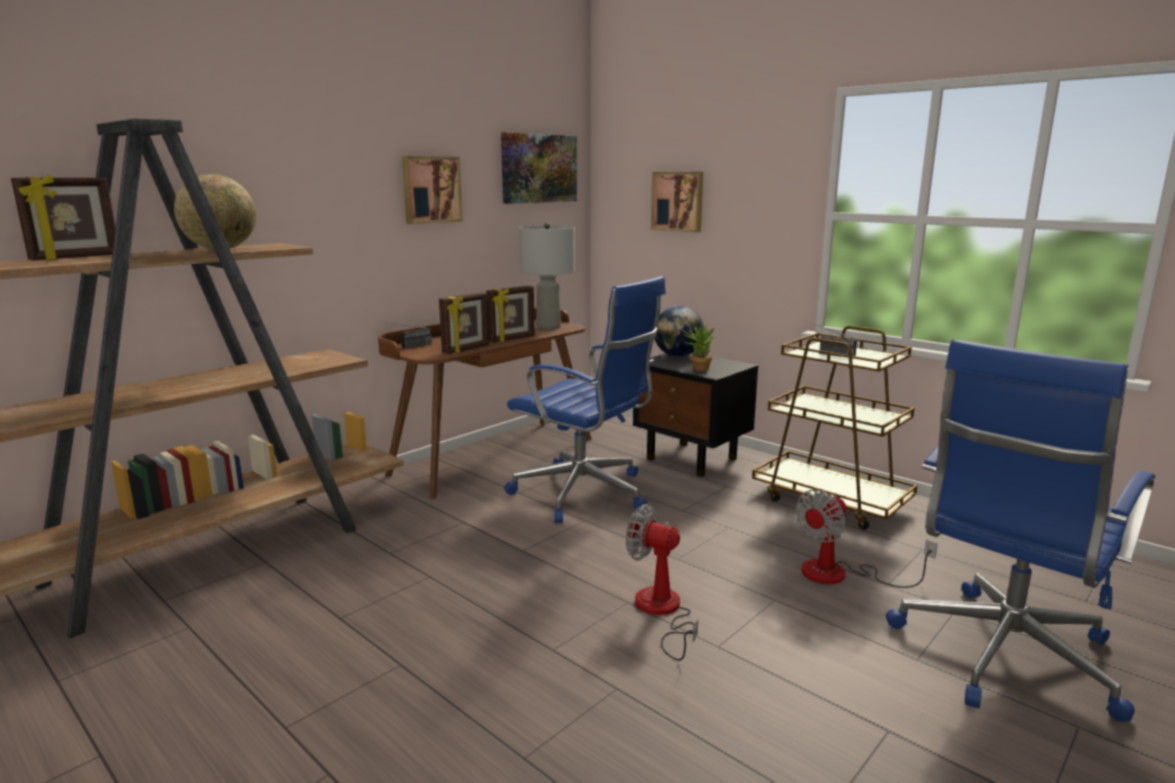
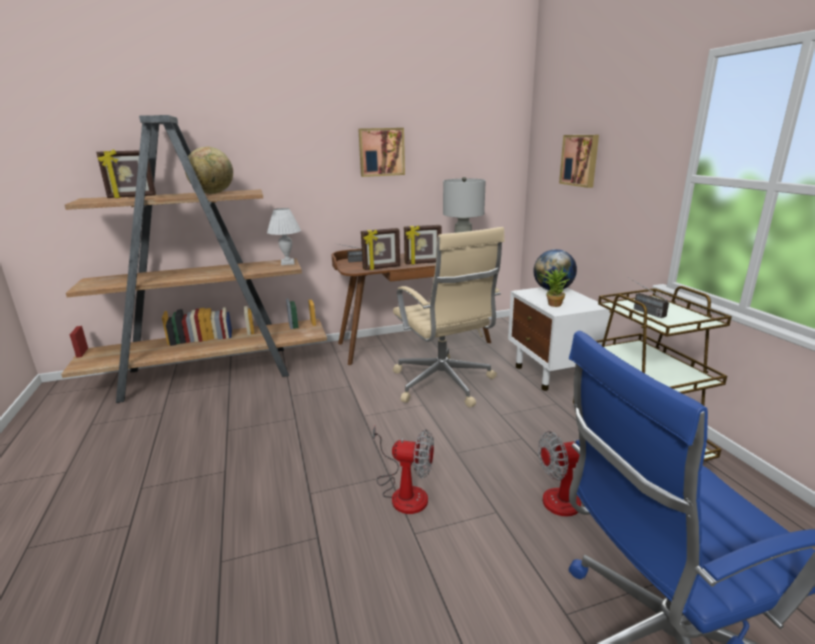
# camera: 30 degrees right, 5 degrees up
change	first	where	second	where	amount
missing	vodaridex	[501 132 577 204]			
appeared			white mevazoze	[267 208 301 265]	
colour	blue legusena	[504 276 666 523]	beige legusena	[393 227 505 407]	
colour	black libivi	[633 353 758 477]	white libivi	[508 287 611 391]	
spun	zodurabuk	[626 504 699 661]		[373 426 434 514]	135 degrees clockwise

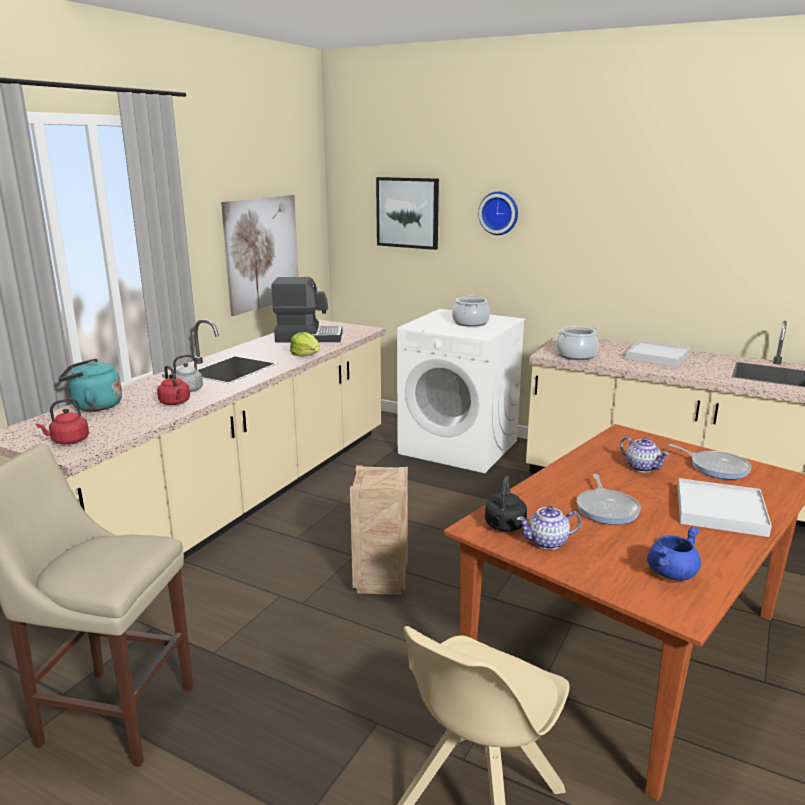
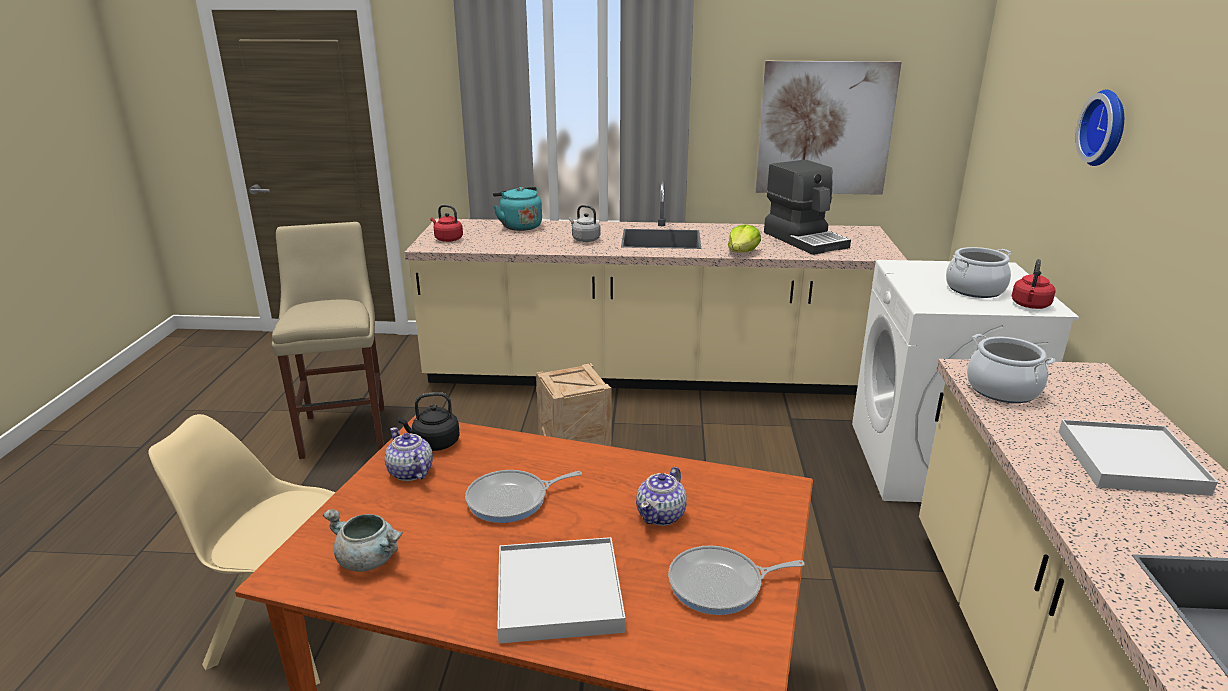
# camera: 65 degrees right, 5 degrees up
change	first	where	second	where	amount
missing	vodaridex	[376 177 439 250]			
relocated	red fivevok	[157 365 190 405]		[1012 259 1055 309]	
colour	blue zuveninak	[647 526 701 581]	grey zuveninak	[323 509 403 572]	
spun	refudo	[668 444 752 479]		[668 545 805 615]	60 degrees clockwise

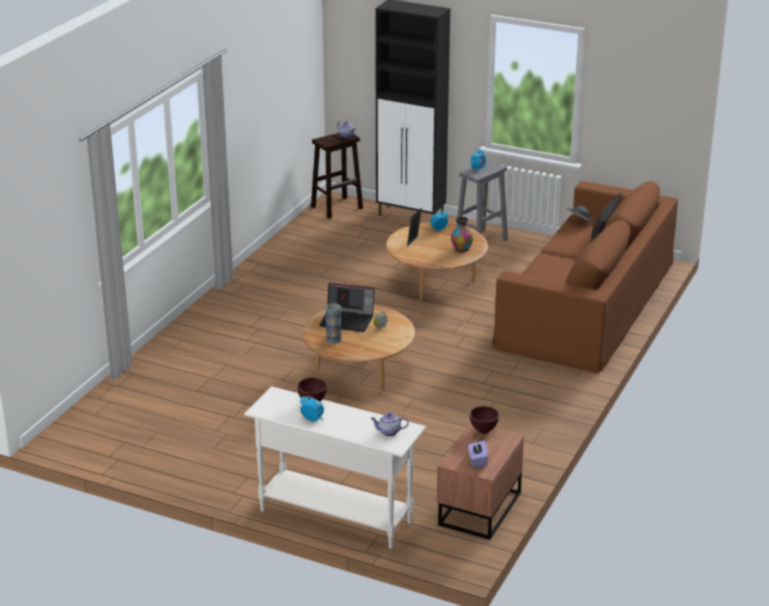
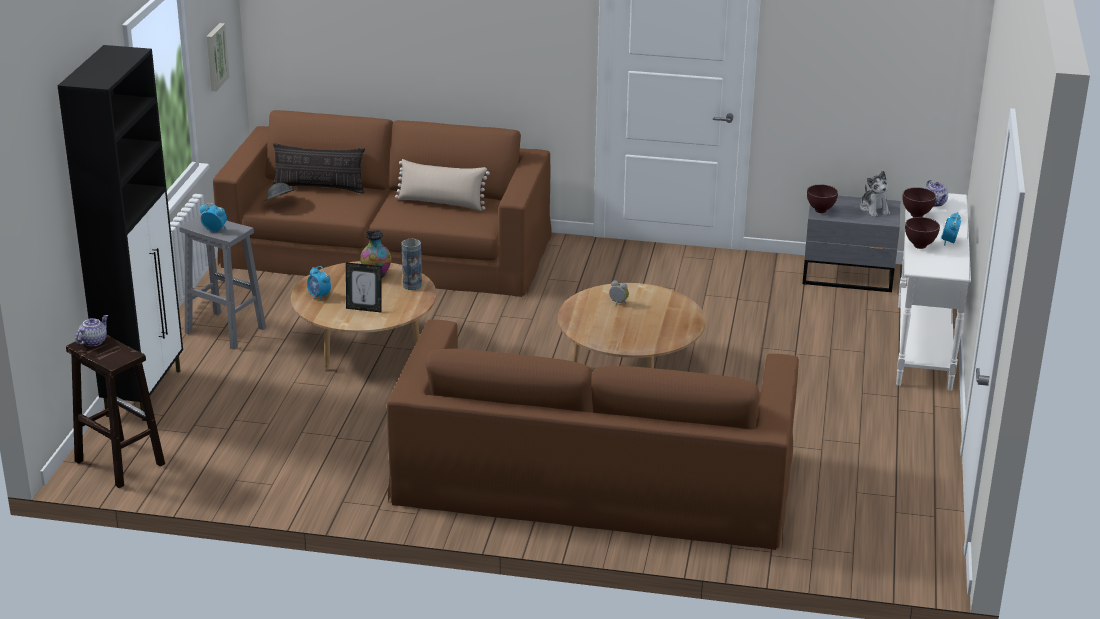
# camera: 105 degrees left, 0 degrees up
change	first	where	second	where	amount
missing	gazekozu	[319 282 375 332]			
appeared			vodaridex	[206 23 229 91]	
appeared			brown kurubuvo	[387 320 799 550]	
appeared			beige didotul	[395 159 490 211]	
appeared			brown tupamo	[903 187 936 217]	
relocated	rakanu	[326 303 341 344]		[402 239 422 290]	
exchanged	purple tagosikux	[468 440 488 467]	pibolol	[860 171 890 217]	
colour	brown libivi	[437 422 524 540]	grey libivi	[802 196 900 292]	

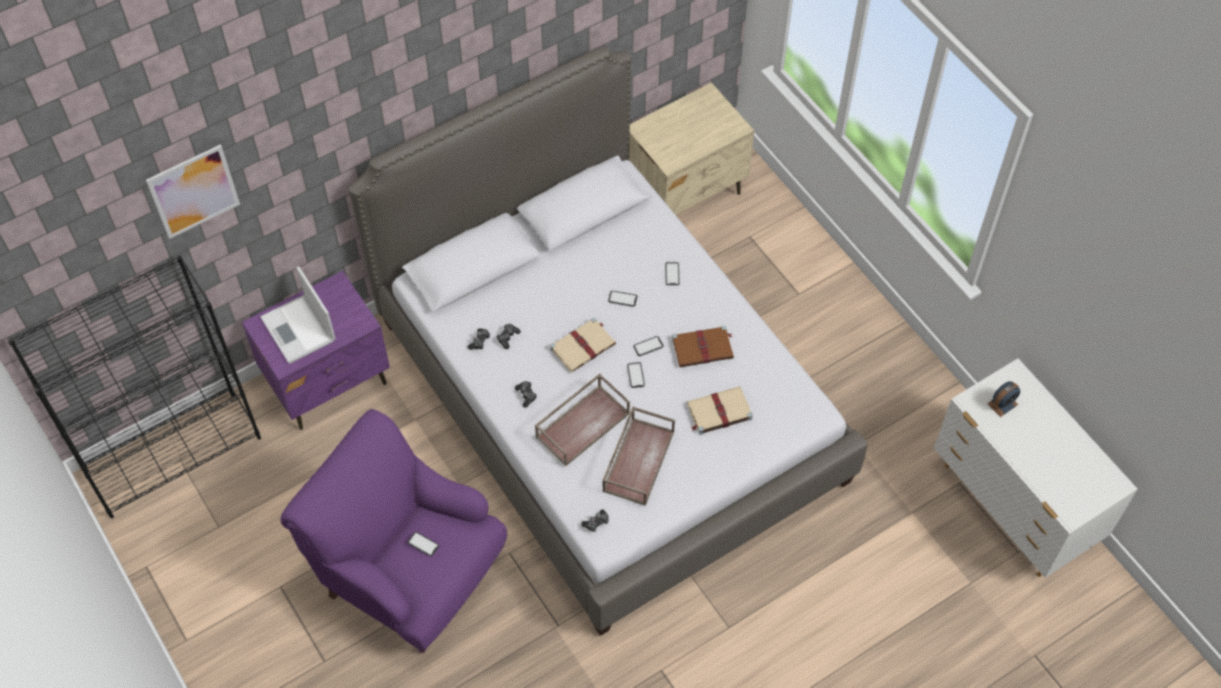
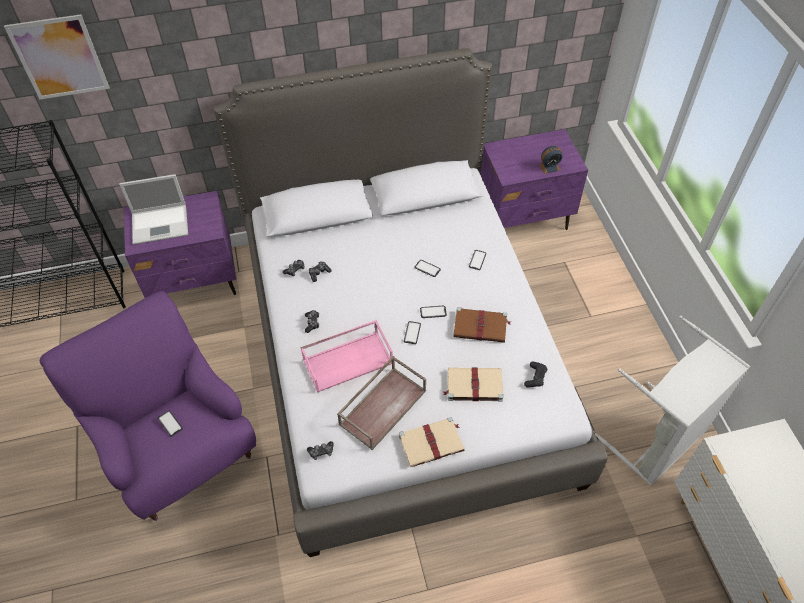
# camera: 20 degrees right, 5 degrees down
change	first	where	second	where	amount
appeared			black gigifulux	[524 362 547 388]	
appeared			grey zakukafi	[594 315 751 486]	
relocated	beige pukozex	[550 317 616 373]		[399 417 464 467]	
relocated	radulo	[987 381 1020 417]		[538 146 563 174]	
colour	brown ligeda	[535 374 630 466]	pink ligeda	[300 320 393 393]	
colour	beige libivi	[629 82 754 215]	purple libivi	[481 129 588 230]	
spun	gazekozu	[260 267 336 364]		[119 174 188 245]	90 degrees counterclockwise

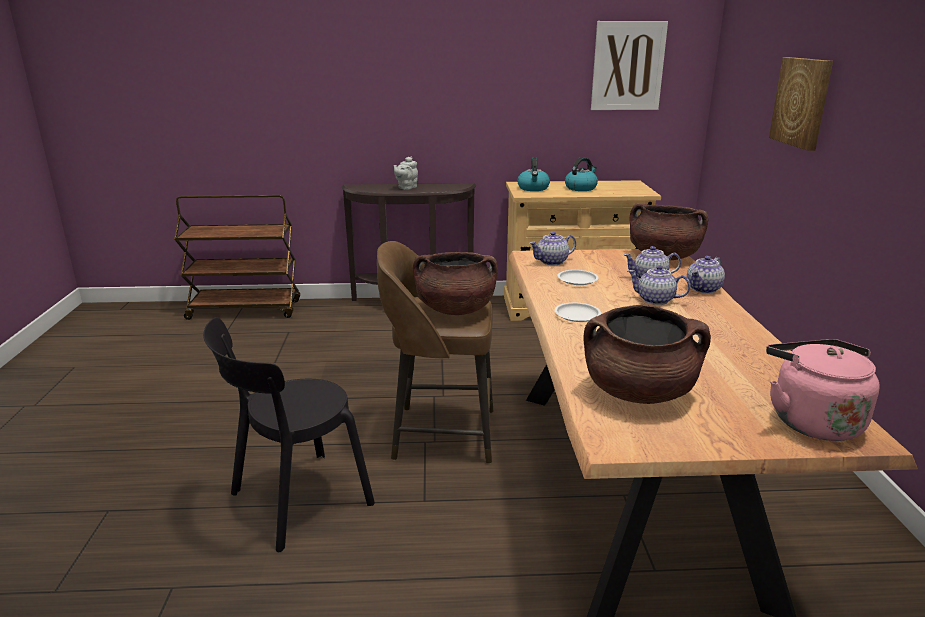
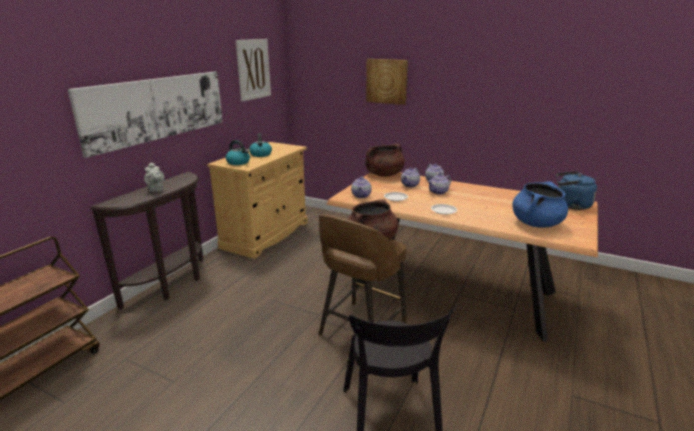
# camera: 60 degrees left, 0 degrees up
change	first	where	second	where	amount
appeared			vodaridex	[68 72 223 158]	
colour	brown zuveninak	[584 305 711 404]	blue zuveninak	[512 181 568 227]	
colour	pink fivevok	[766 339 880 441]	blue fivevok	[556 171 597 210]	

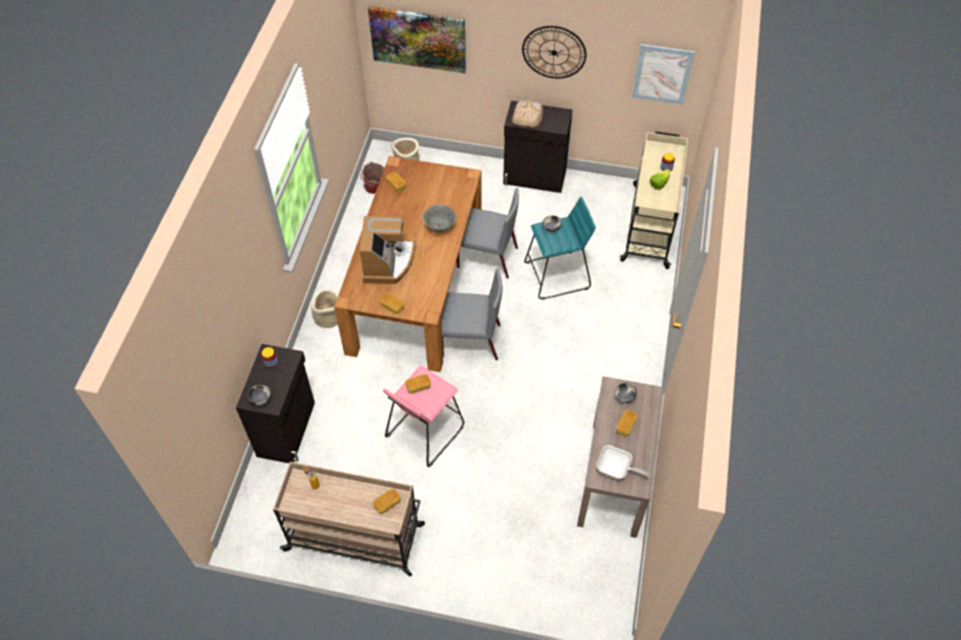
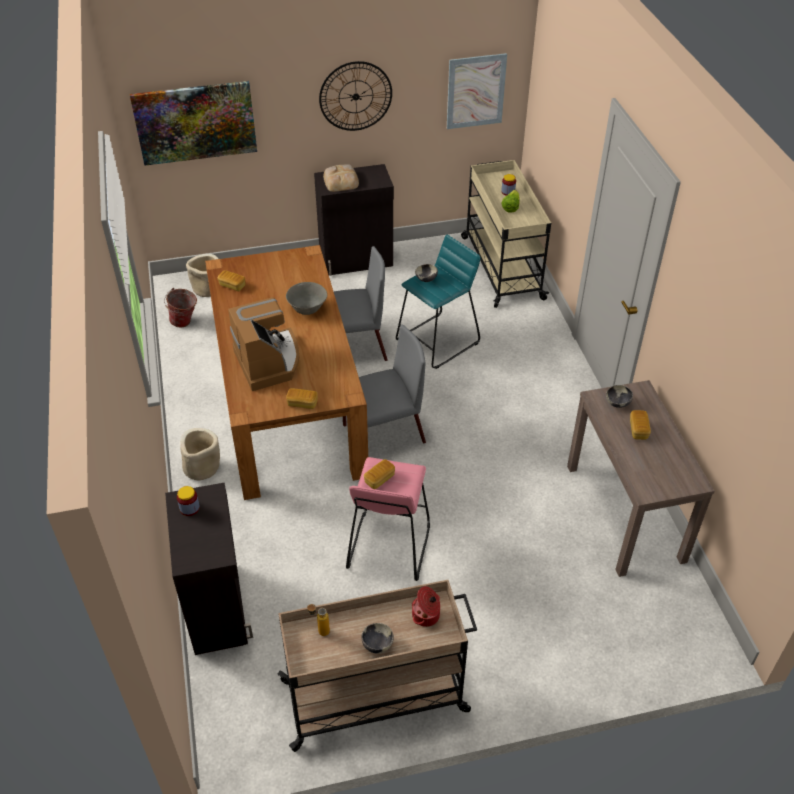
# camera: 25 degrees left, 10 degrees down
change	first	where	second	where	amount
missing	refudo	[596 445 651 479]			
relocated	tupamo	[248 385 271 405]		[361 623 394 653]	
exchanged	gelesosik	[373 488 401 514]	zuveninak	[412 586 440 627]	

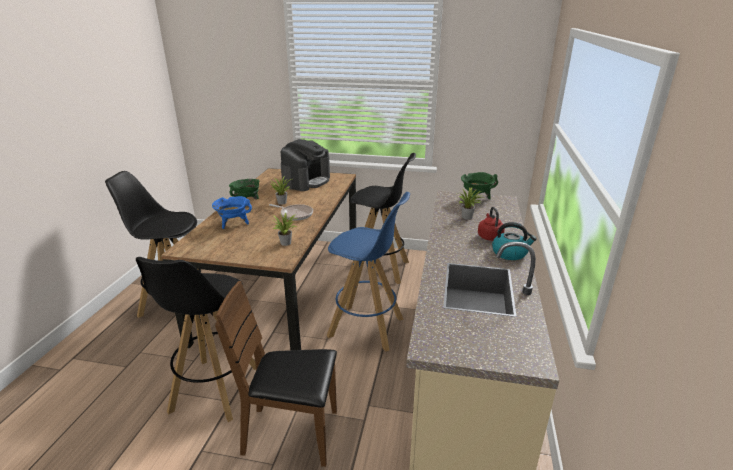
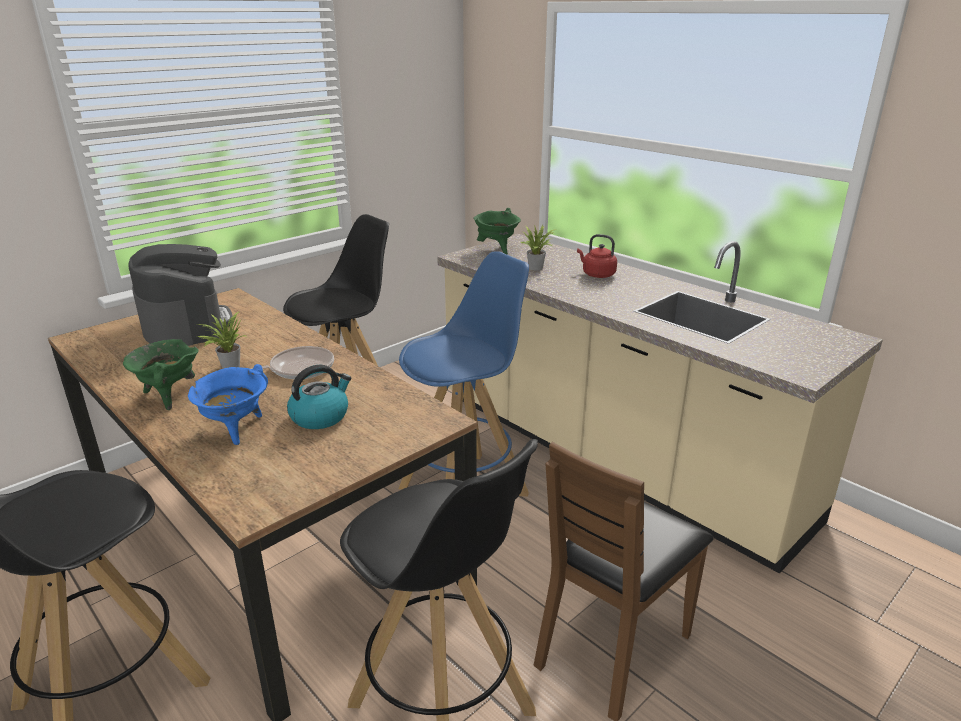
# camera: 55 degrees left, 0 degrees up
change	first	where	second	where	amount
missing	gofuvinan	[273 213 298 246]			
relocated	fivevok	[492 222 537 260]		[287 365 351 429]	

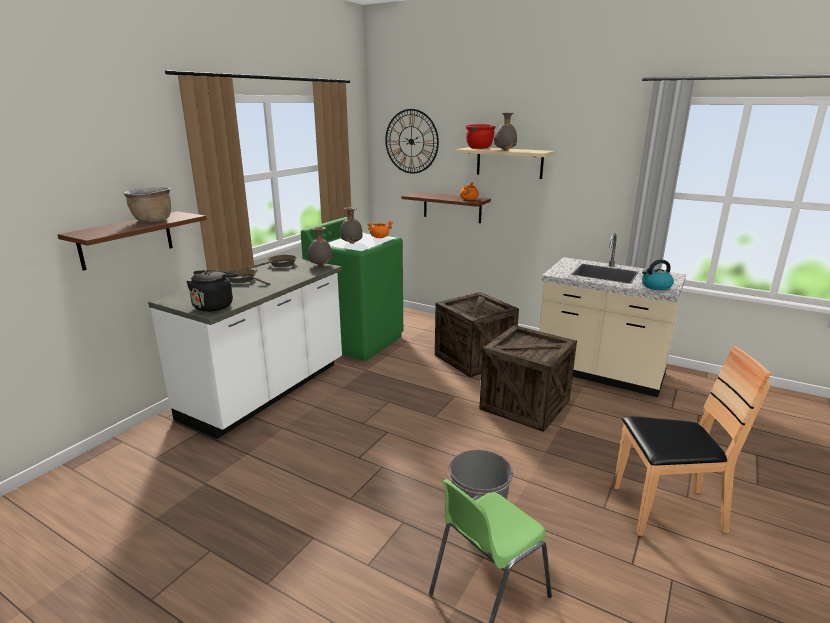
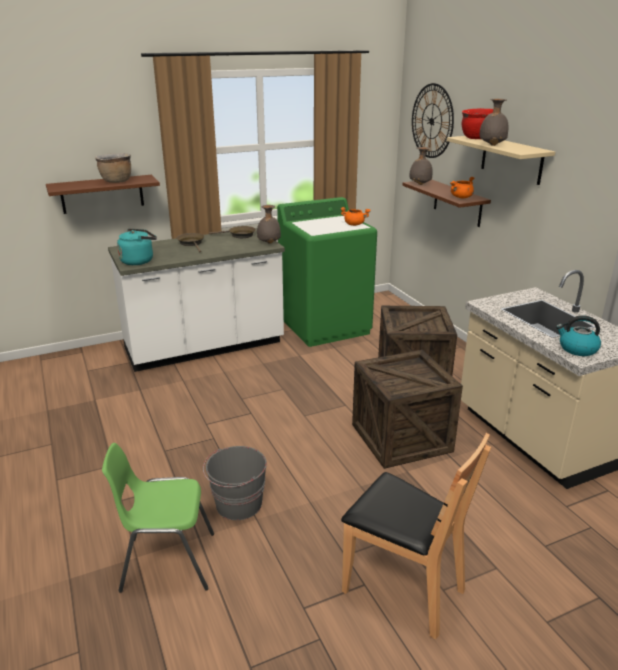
# camera: 35 degrees right, 5 degrees up
change	first	where	second	where	amount
relocated	grey rakanu	[340 207 362 244]		[410 147 433 185]	
colour	black fivevok	[186 270 238 312]	turquoise fivevok	[117 229 157 265]	

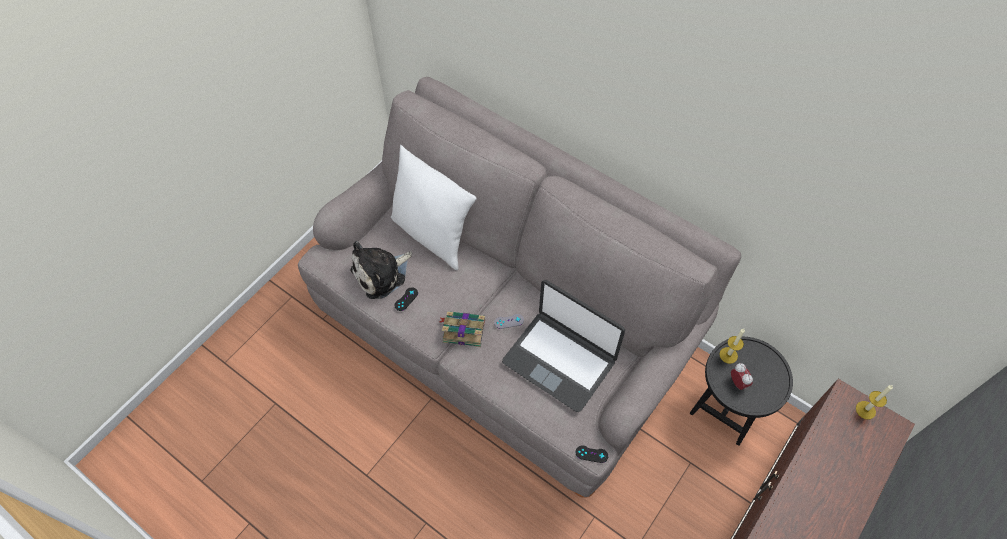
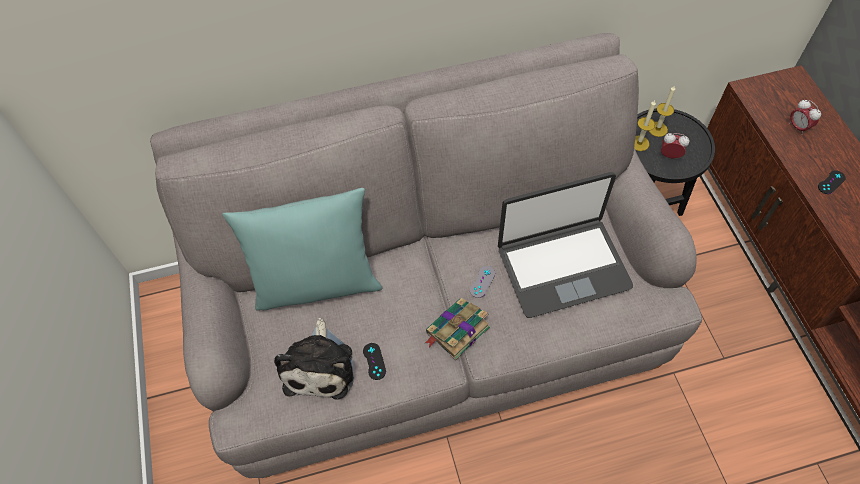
# camera: 50 degrees left, 0 degrees up
change	first	where	second	where	amount
appeared			radulo	[789 99 821 135]	
relocated	black gigifulux	[576 445 608 463]		[818 170 846 194]	
relocated	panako	[856 385 893 419]		[649 85 675 137]	
colour	white didotul	[391 145 477 270]	turquoise didotul	[222 188 383 310]	

